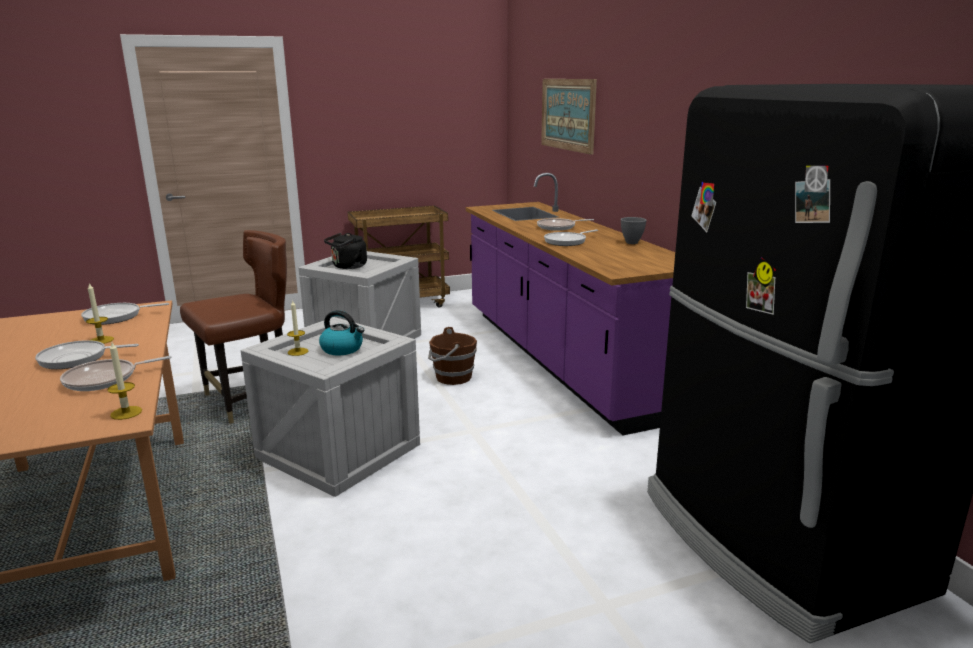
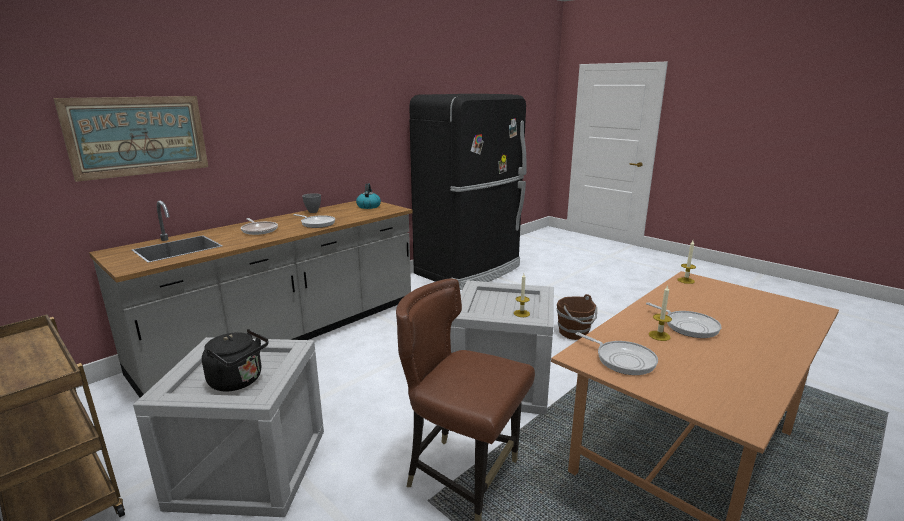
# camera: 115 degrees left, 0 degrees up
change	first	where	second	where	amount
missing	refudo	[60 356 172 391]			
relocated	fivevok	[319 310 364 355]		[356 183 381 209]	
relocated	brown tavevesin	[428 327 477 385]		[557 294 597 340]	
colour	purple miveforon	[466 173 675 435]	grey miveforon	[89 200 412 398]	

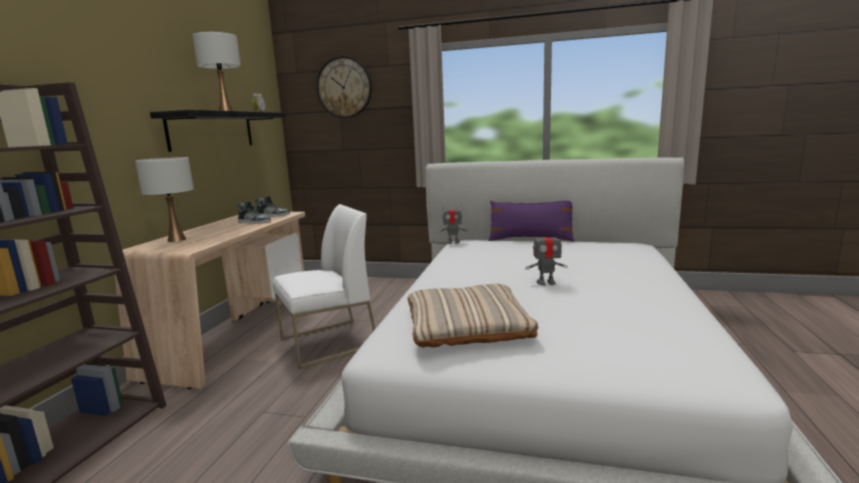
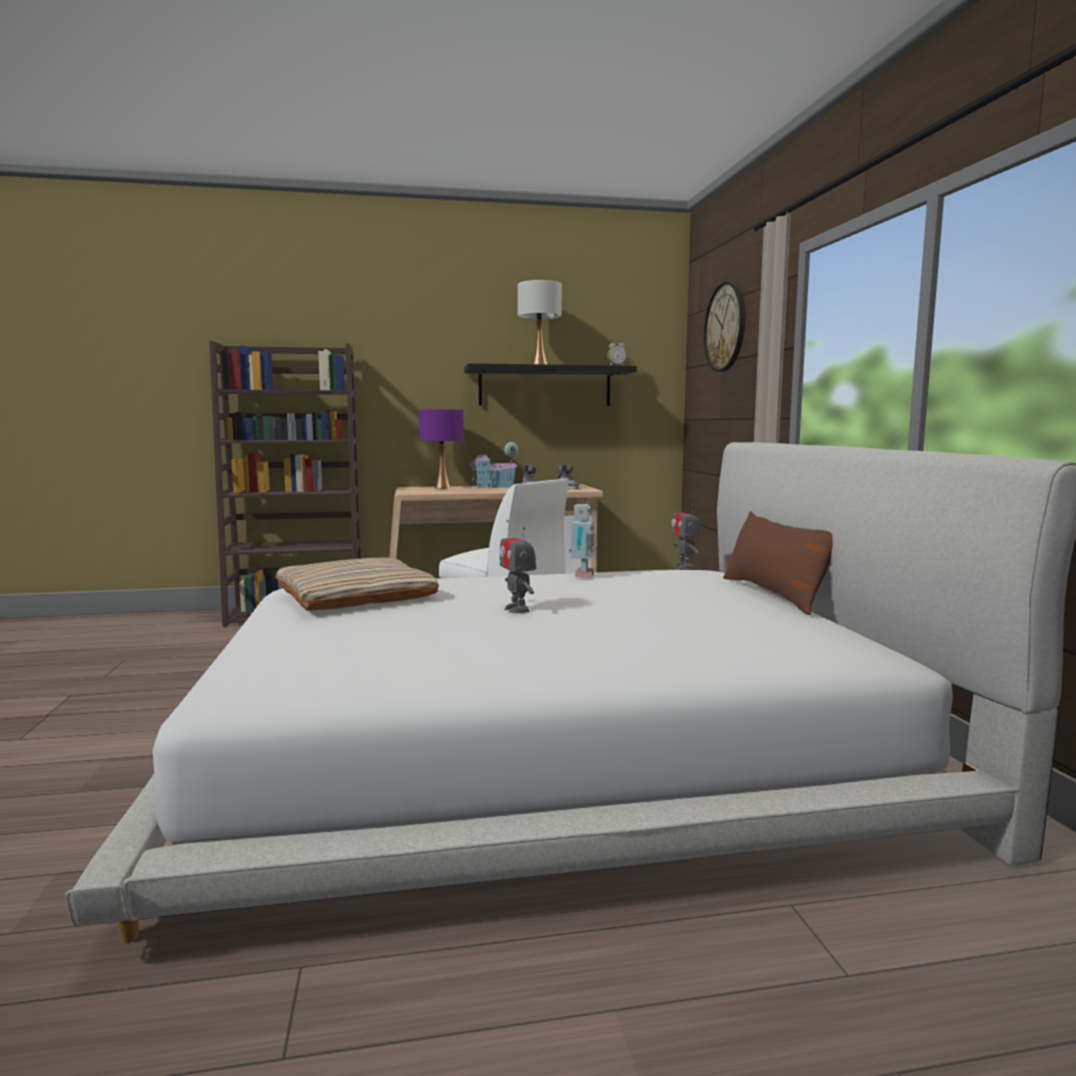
# camera: 65 degrees right, 5 degrees down
change	first	where	second	where	amount
appeared			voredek	[469 439 518 488]	
appeared			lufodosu	[569 504 596 578]	
colour	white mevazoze	[135 157 194 242]	purple mevazoze	[419 409 464 489]	
colour	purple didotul	[489 201 575 241]	brown didotul	[723 511 833 615]	

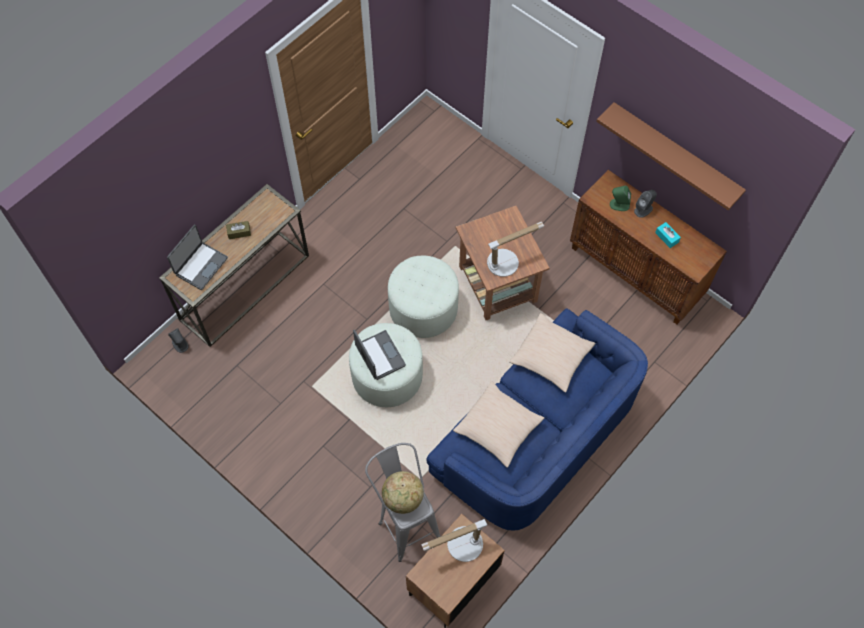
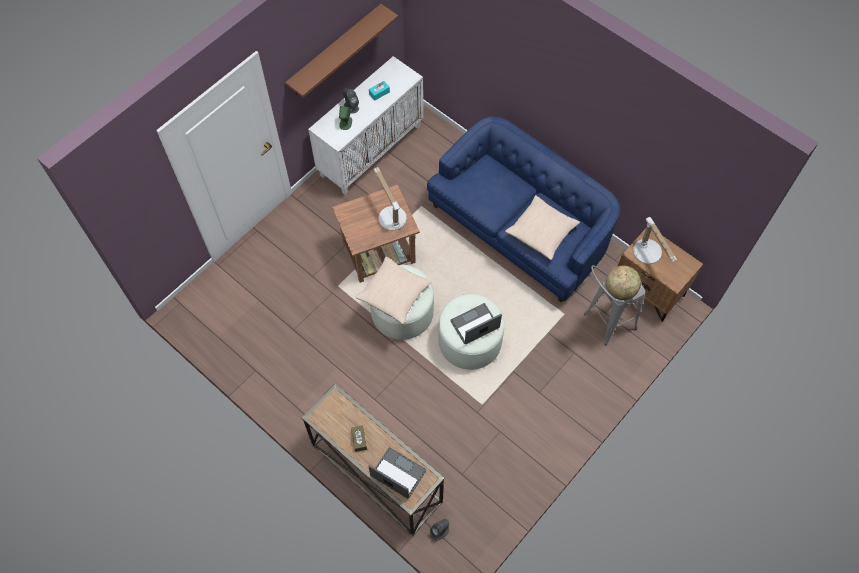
# camera: 90 degrees left, 0 degrees up
change	first	where	second	where	amount
relocated	beige didotul	[509 313 596 393]		[355 256 432 324]	
colour	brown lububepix	[570 170 727 324]	white lububepix	[308 56 423 195]	

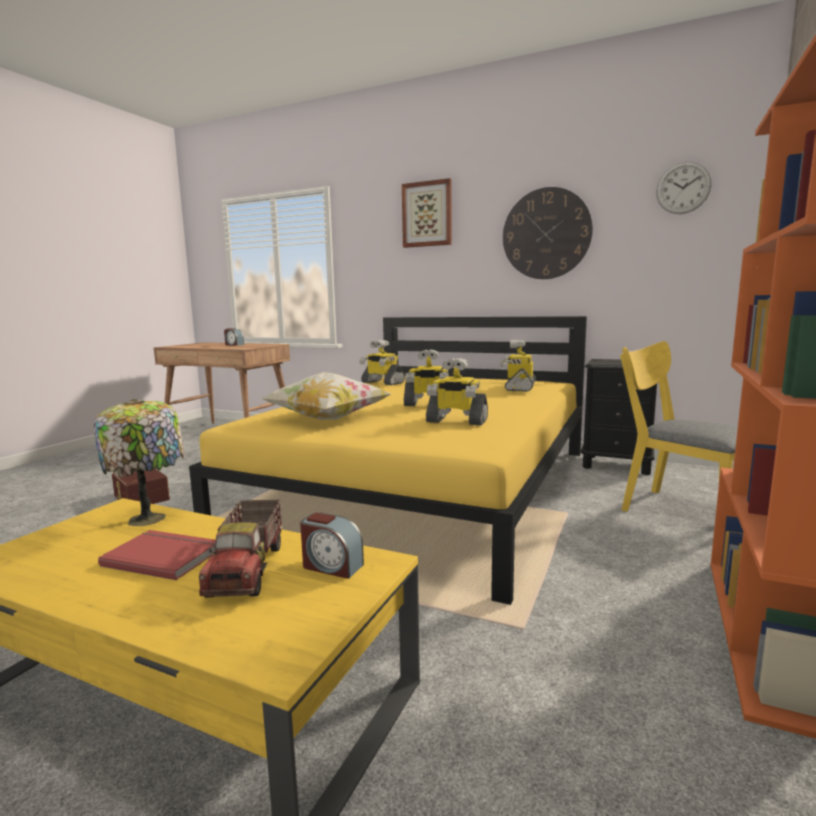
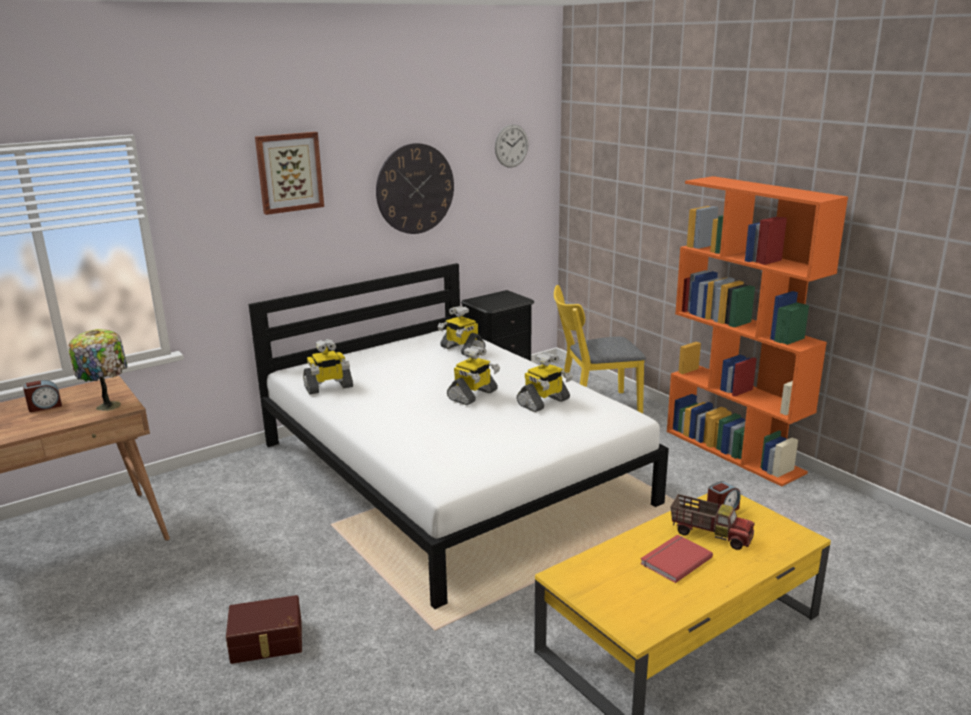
# camera: 60 degrees left, 10 degrees up
change	first	where	second	where	amount
missing	didotul	[261 372 392 420]			
relocated	mevazoze	[93 399 185 526]		[68 329 128 411]	
colour	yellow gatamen	[189 316 587 605]	white gatamen	[249 263 669 609]	

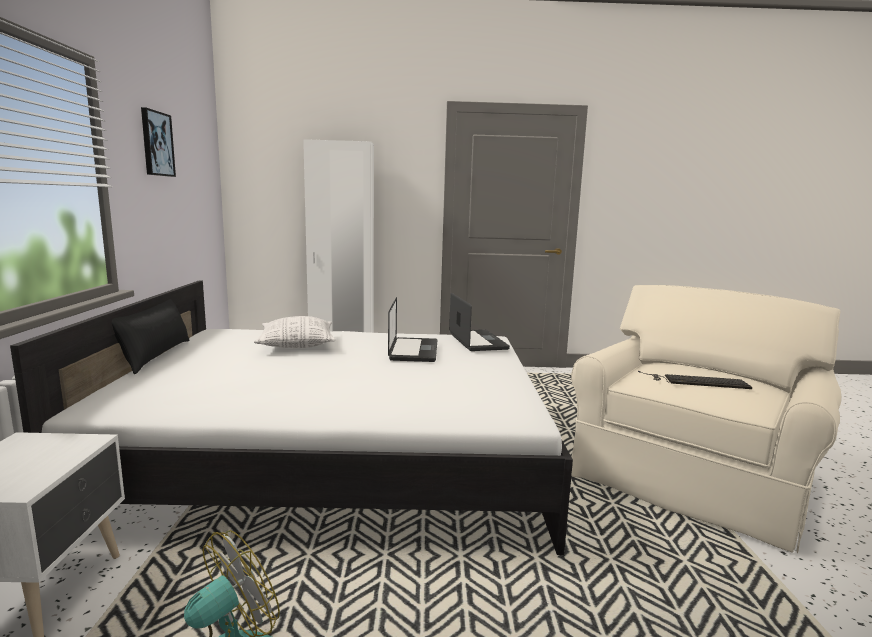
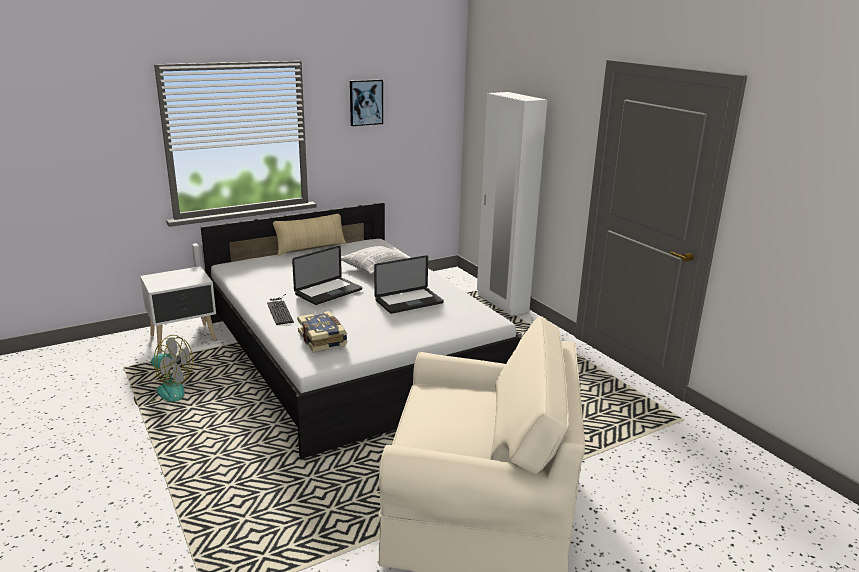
# camera: 60 degrees right, 10 degrees up
change	first	where	second	where	amount
appeared			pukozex	[297 311 347 352]	
relocated	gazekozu	[449 293 510 351]		[292 246 362 305]	
relocated	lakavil	[638 371 752 389]		[267 294 294 325]	
colour	black didotul	[112 299 190 374]	beige didotul	[273 214 346 256]	

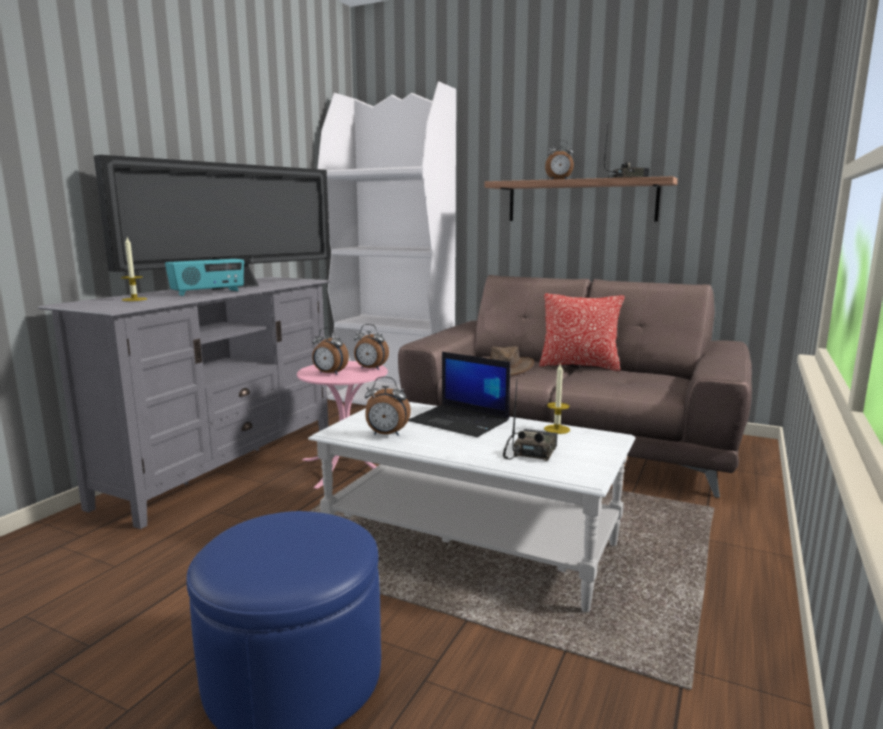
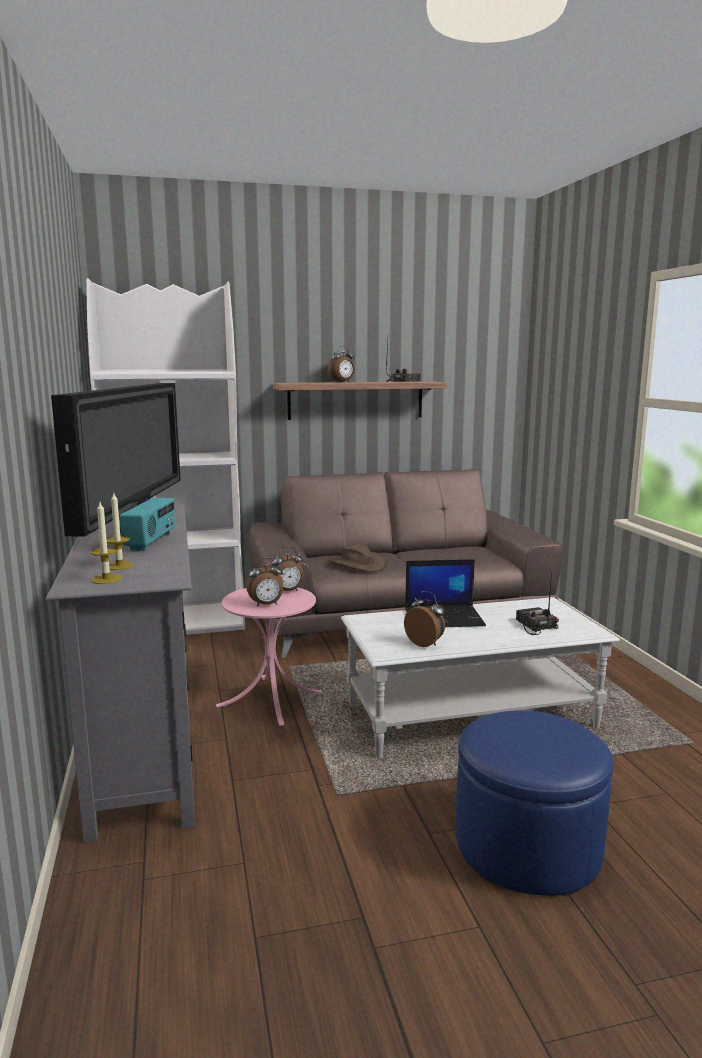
# camera: 40 degrees left, 0 degrees up
change	first	where	second	where	amount
missing	didotul	[539 293 625 371]			
relocated	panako	[544 364 570 434]		[91 502 122 584]	
spun	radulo	[365 376 411 436]		[404 591 445 647]	105 degrees counterclockwise

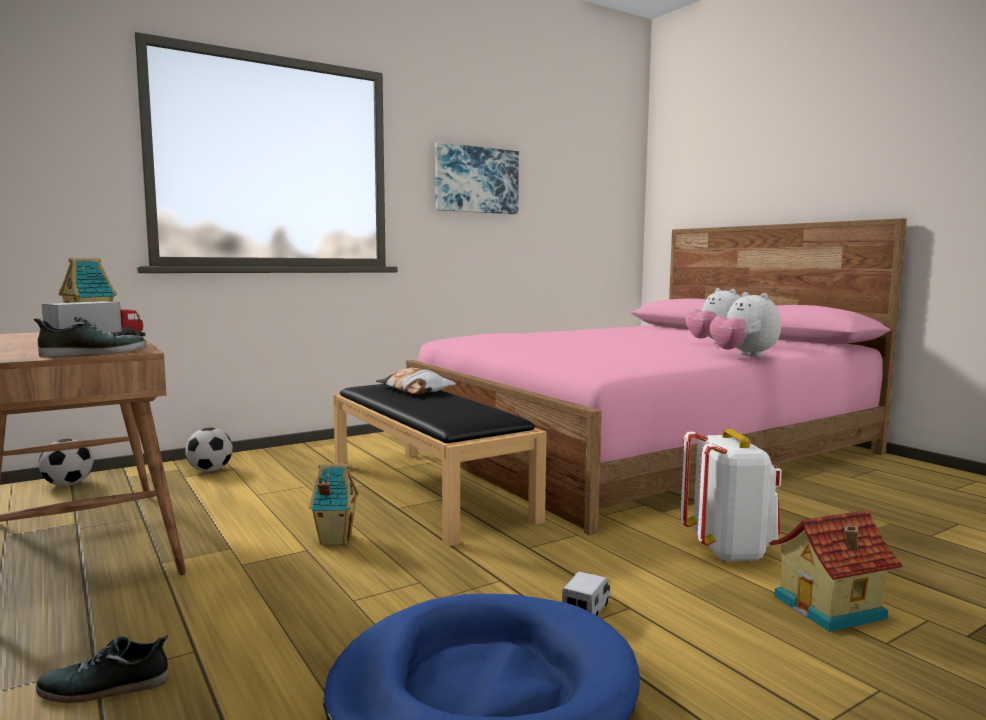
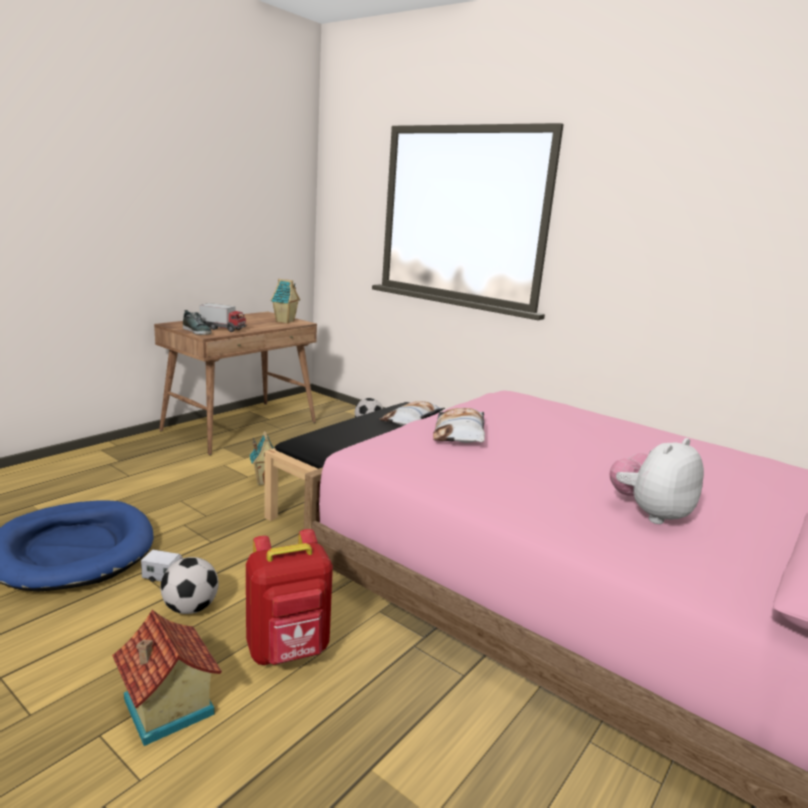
# camera: 70 degrees right, 10 degrees up
change	first	where	second	where	amount
missing	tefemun	[36 635 169 703]			
missing	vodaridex	[435 142 519 214]			
missing	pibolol	[710 292 781 357]			
appeared			didotul	[433 408 485 443]	
relocated	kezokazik	[38 439 94 486]		[160 557 219 614]	
colour	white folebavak	[680 429 782 563]	red folebavak	[246 529 333 665]	

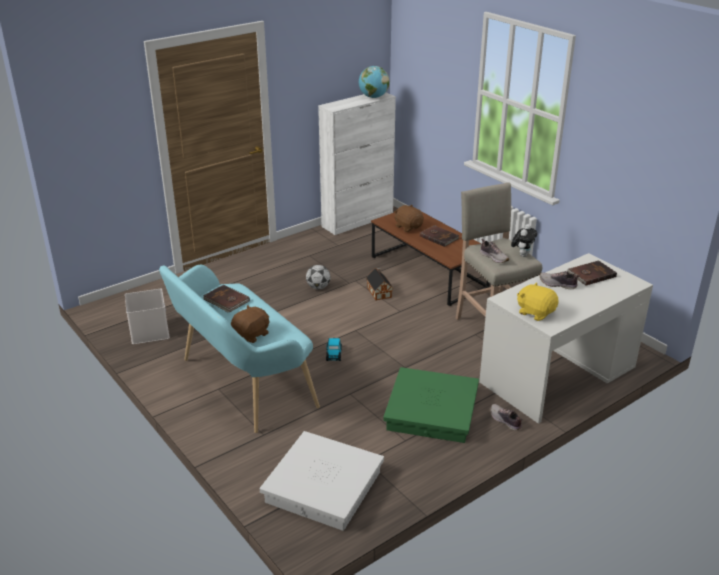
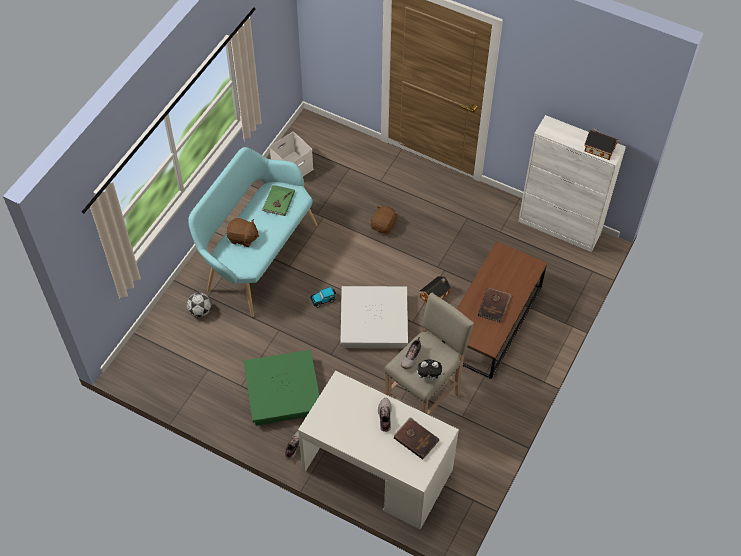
# camera: 65 degrees right, 25 degrees up
change	first	where	second	where	amount
missing	yellow pibolol	[517 282 558 321]			
relocated	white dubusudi	[260 431 384 531]		[341 286 408 349]	
relocated	kezokazik	[306 265 330 289]		[187 293 211 317]	
relocated	brown pibolol	[394 205 424 232]		[371 205 399 234]	
exchanged	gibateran	[359 66 390 98]	voredek	[584 128 618 160]	
colour	brown pukozex	[203 285 250 313]	green pukozex	[262 185 295 216]	

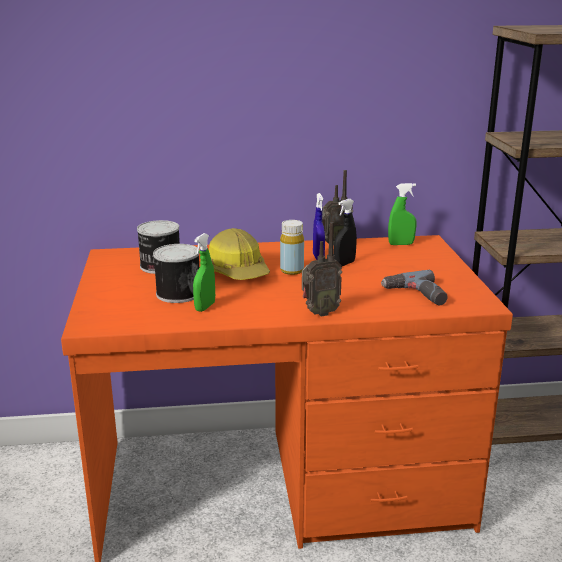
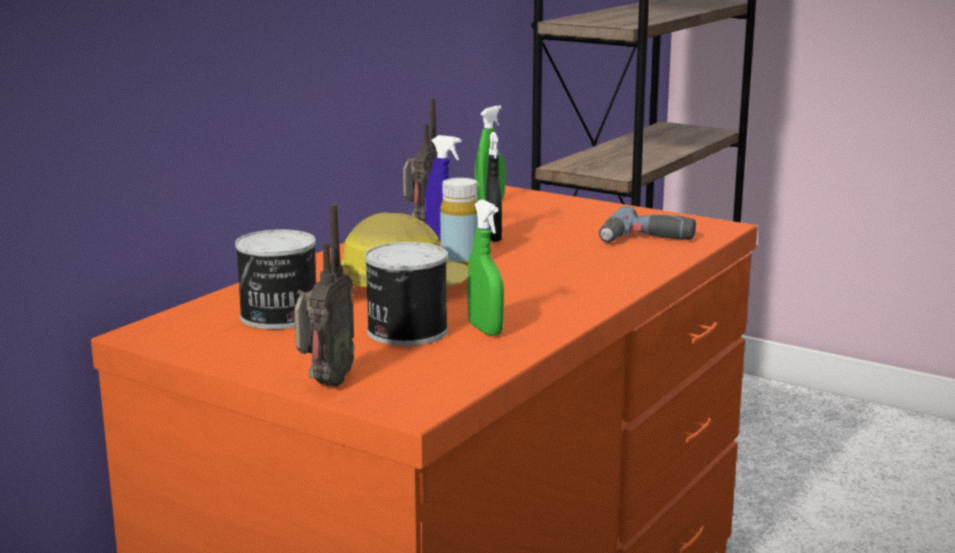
# camera: 50 degrees left, 5 degrees down
change	first	where	second	where	amount
relocated	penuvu	[302 222 342 317]		[294 204 355 386]	

